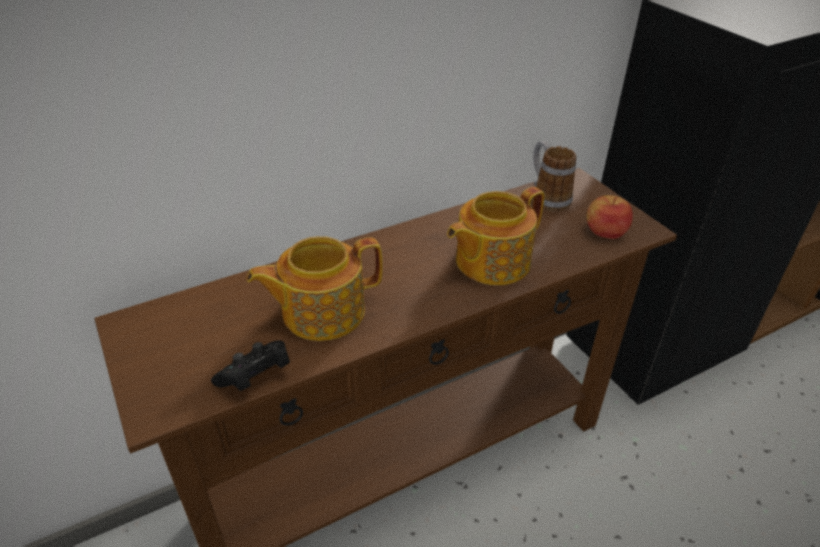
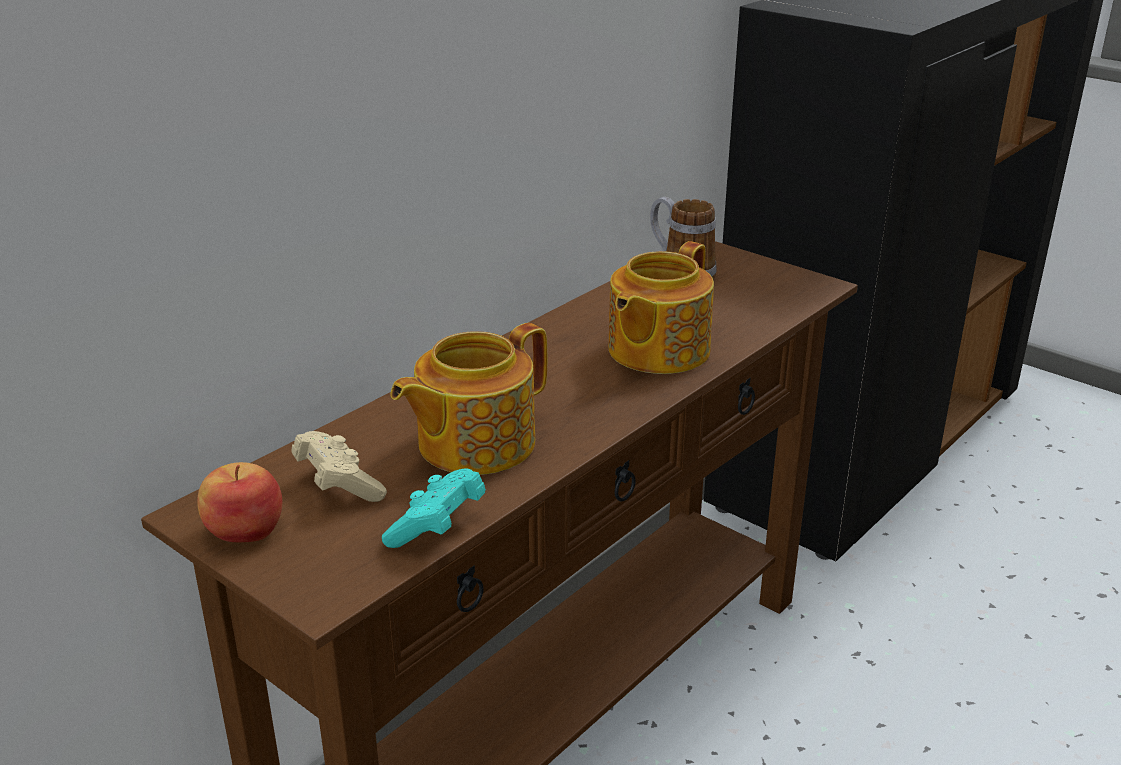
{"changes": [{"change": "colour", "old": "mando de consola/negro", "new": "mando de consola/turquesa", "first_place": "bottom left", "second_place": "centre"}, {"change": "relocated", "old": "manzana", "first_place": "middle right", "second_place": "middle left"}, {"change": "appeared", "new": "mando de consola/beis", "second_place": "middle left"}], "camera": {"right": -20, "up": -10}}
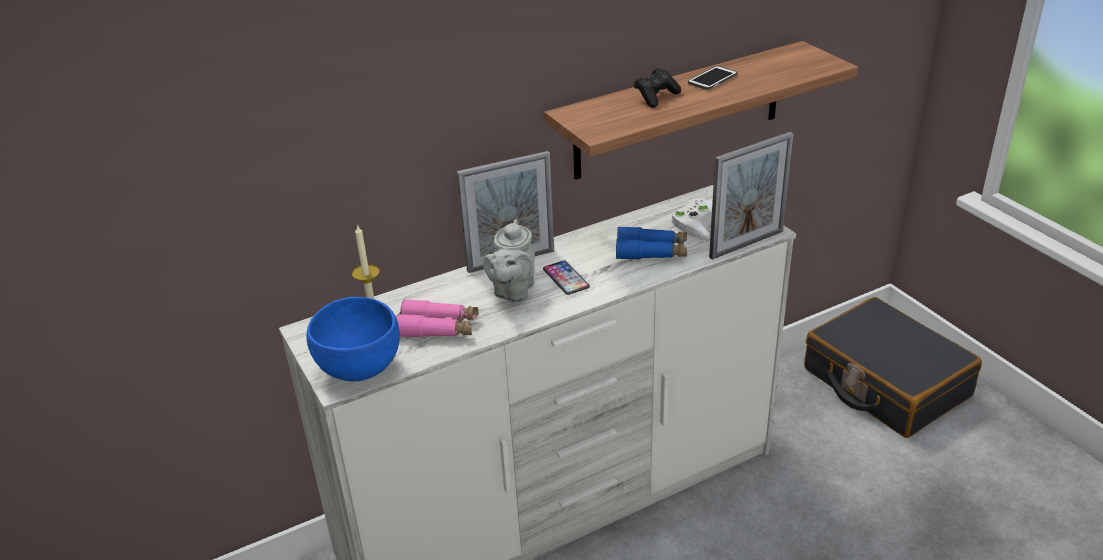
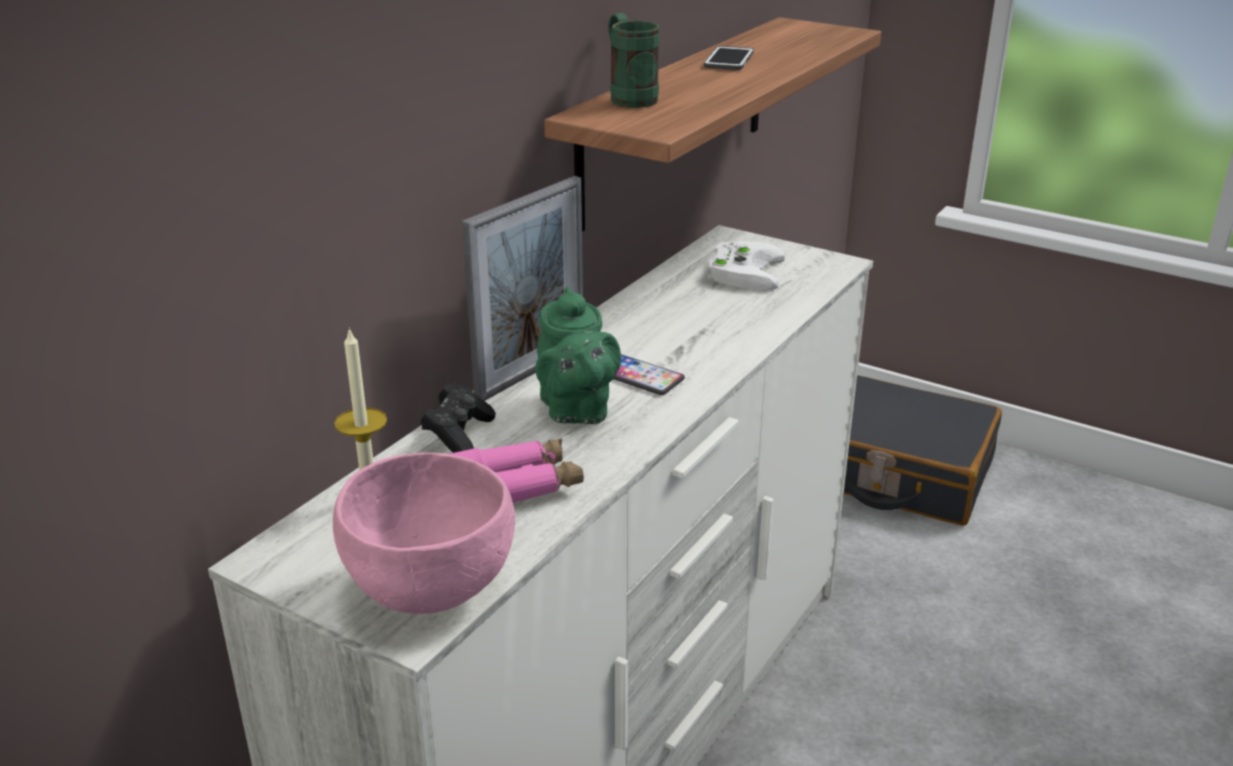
{"changes": [{"change": "colour", "old": "cuenco/azul", "new": "cuenco/rosa", "first_place": "middle left", "second_place": "bottom centre"}, {"change": "colour", "old": "tetera/gris", "new": "tetera/verde", "first_place": "centre", "second_place": "centre"}, {"change": "missing", "old": "prismáticos/azul", "first_place": "centre"}, {"change": "relocated", "old": "mando de consola/negro", "first_place": "top centre", "second_place": "centre"}, {"change": "missing", "old": "portarretratos (no. 2 from left)", "first_place": "middle right"}, {"change": "appeared", "new": "taza grande/verde", "second_place": "top centre"}], "camera": {"right": -30, "up": -5}}
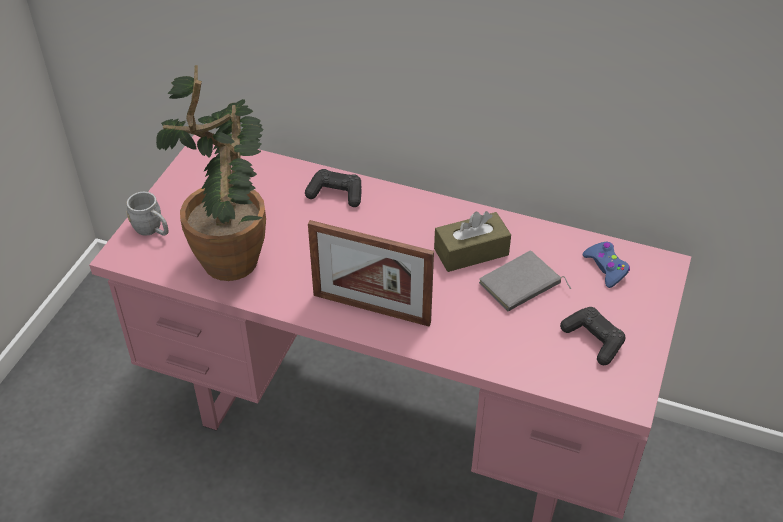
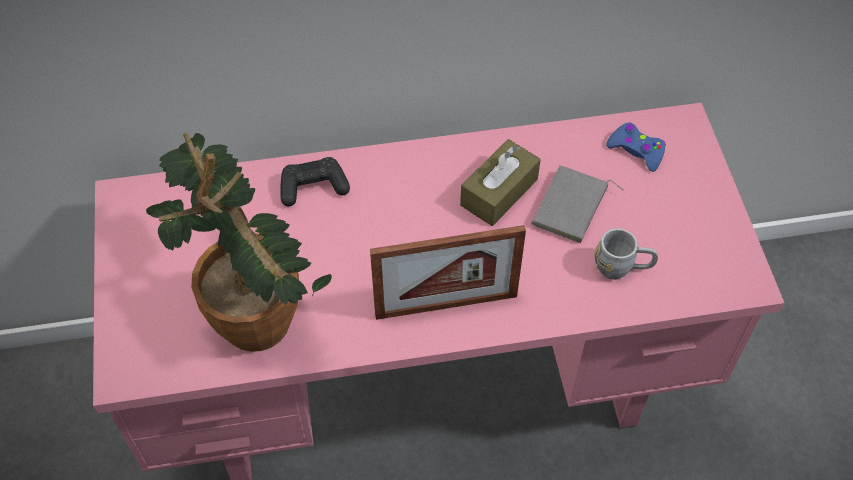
{"changes": [{"change": "relocated", "old": "taza grande/gris", "first_place": "middle left", "second_place": "middle right"}, {"change": "missing", "old": "mando de consola/negro (no. 2 from left)", "first_place": "middle right"}], "camera": {"right": -30, "up": 10}}
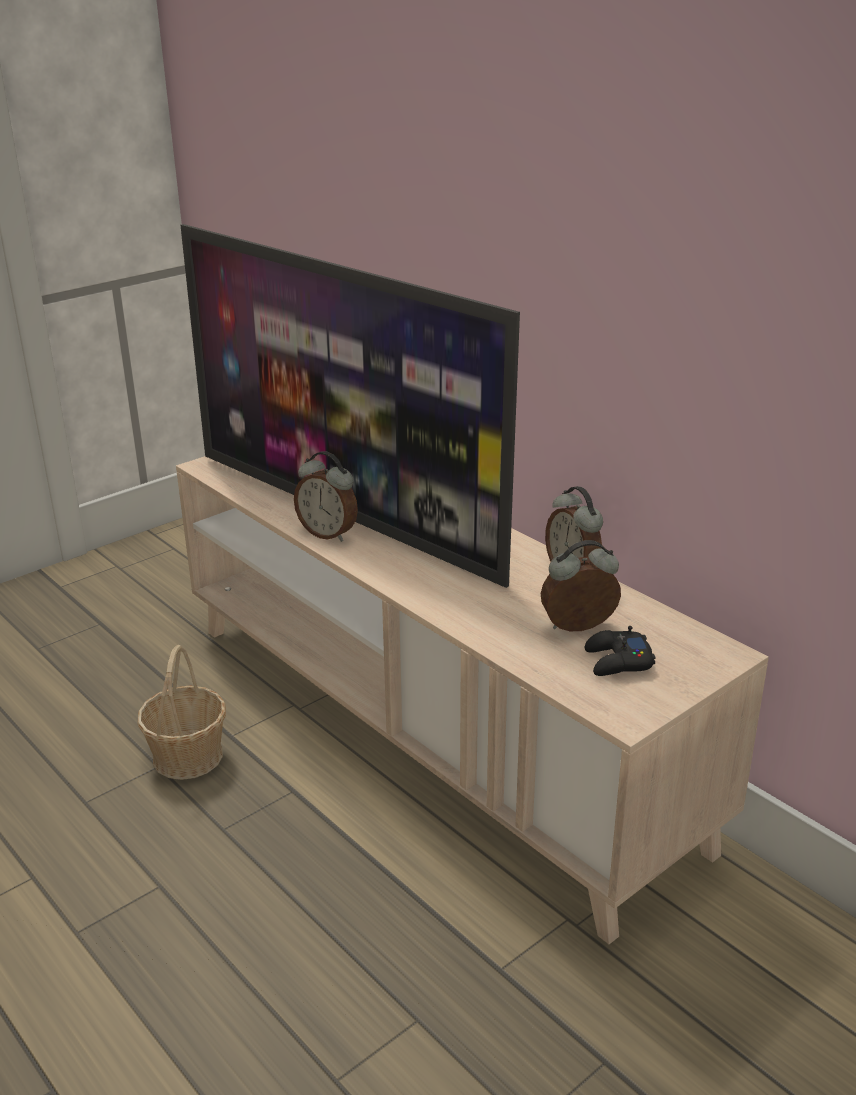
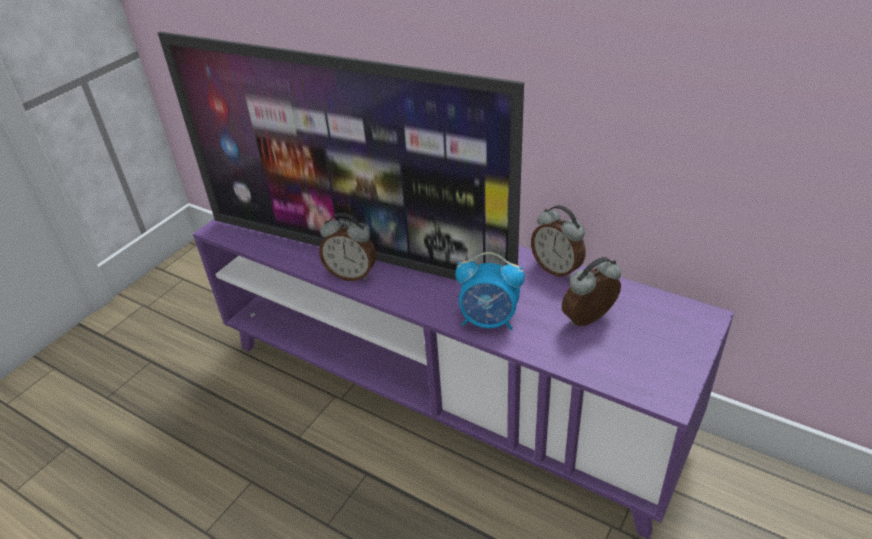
{"changes": [{"change": "missing", "old": "cesta", "first_place": "middle left"}, {"change": "colour", "old": "mueble de televisión/beis", "new": "mueble de televisión/morado", "first_place": "centre", "second_place": "bottom centre"}, {"change": "missing", "old": "mando de consola/negro", "first_place": "middle right"}, {"change": "appeared", "new": "despertador (no. 2 from left)", "second_place": "centre"}], "camera": {"right": -15, "up": 10}}
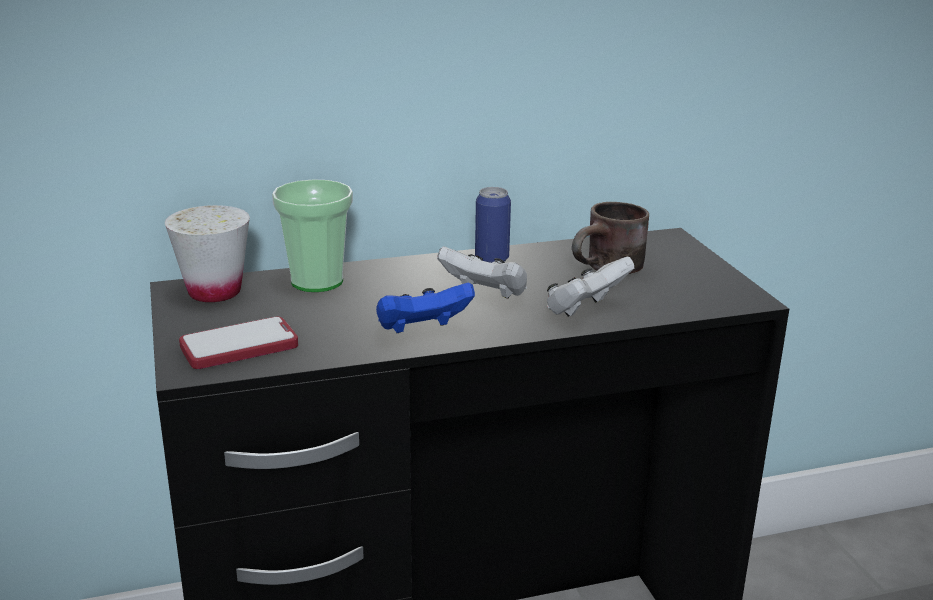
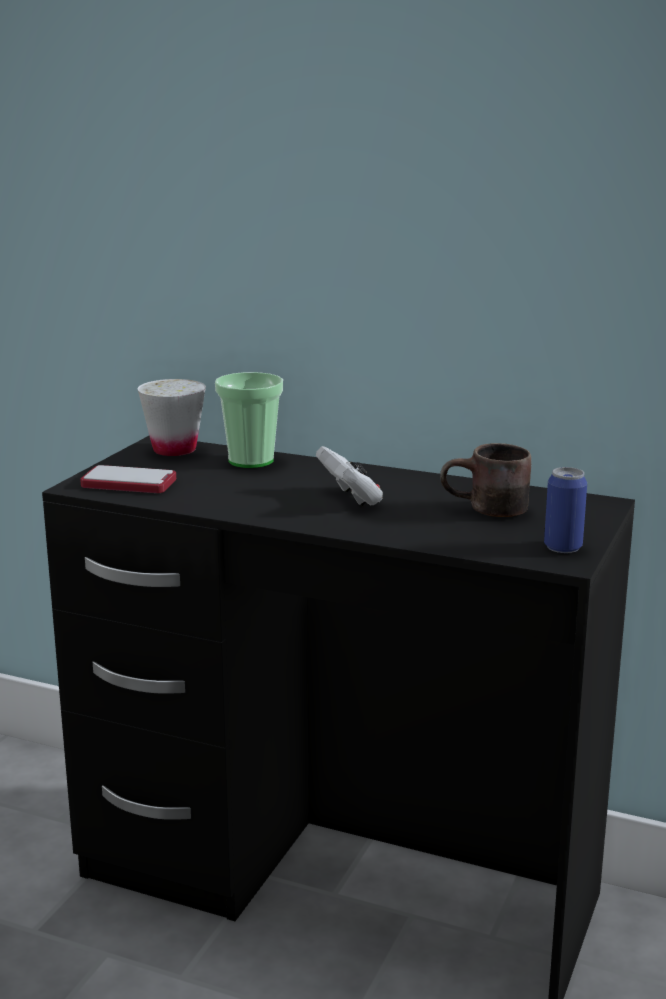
{"changes": [{"change": "missing", "old": "mando de consola/azul", "first_place": "centre"}, {"change": "relocated", "old": "lata", "first_place": "centre", "second_place": "middle right"}, {"change": "missing", "old": "mando de consola/blanco (no. 2 from left)", "first_place": "centre"}], "camera": {"right": 40, "up": -5}}
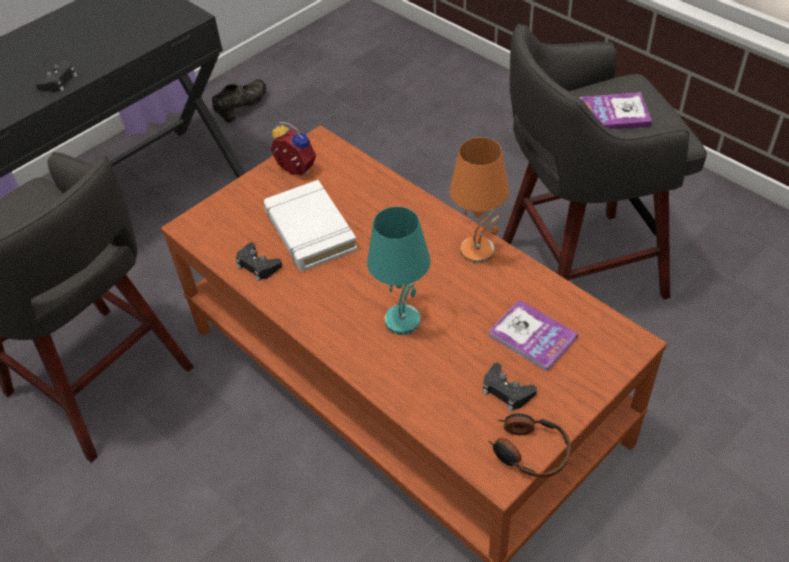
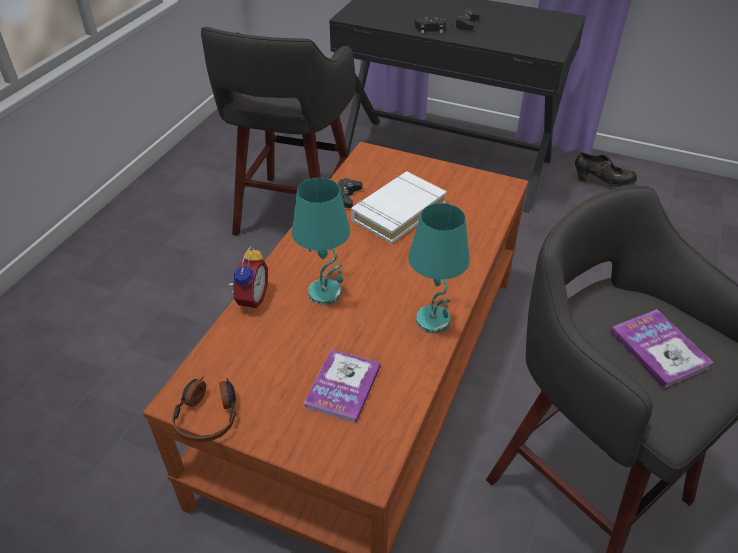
{"changes": [{"change": "relocated", "old": "despertador", "first_place": "top centre", "second_place": "centre"}, {"change": "colour", "old": "lámpara de mesa/naranja", "new": "lámpara de mesa/turquesa (no. 2 from left)", "first_place": "centre", "second_place": "centre"}, {"change": "relocated", "old": "mando de consola/negro (no. 3 from left)", "first_place": "bottom centre", "second_place": "top centre"}], "camera": {"right": 65, "up": -5}}
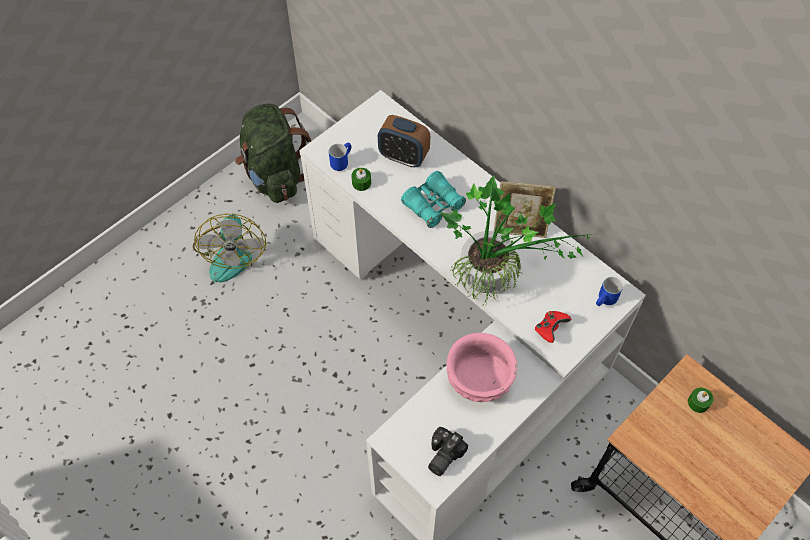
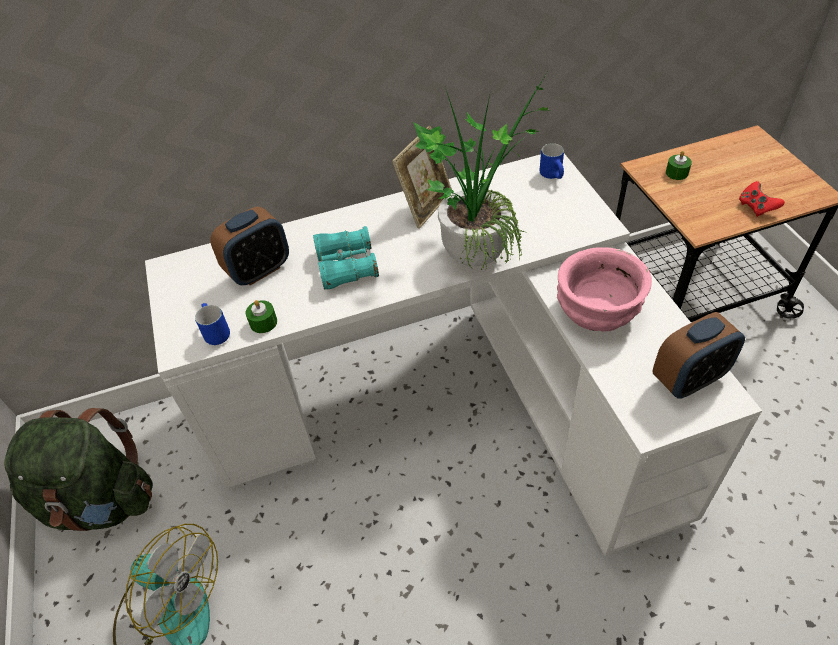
{"changes": [{"change": "exchanged", "old": "cámara", "new": "despertador (no. 2 from left)", "first_place": "bottom centre", "second_place": "middle right"}, {"change": "relocated", "old": "mando de consola/rojo", "first_place": "middle right", "second_place": "top right"}], "camera": {"right": -60, "up": -10}}
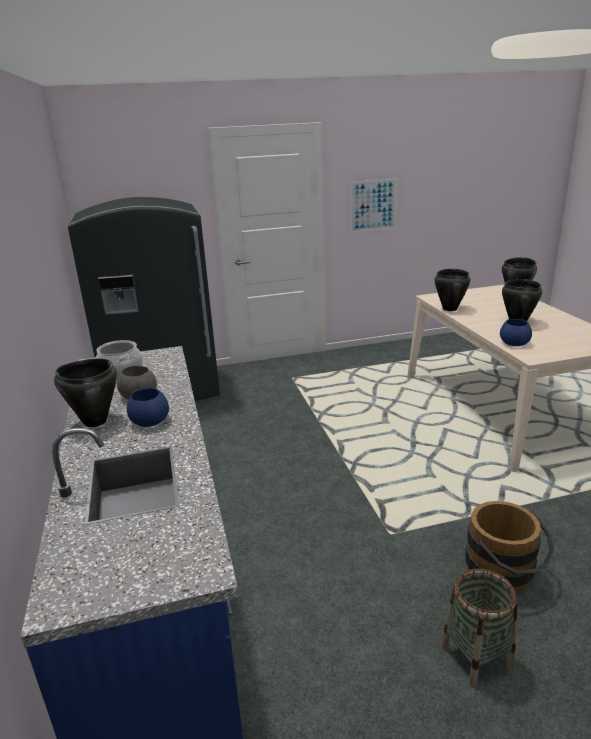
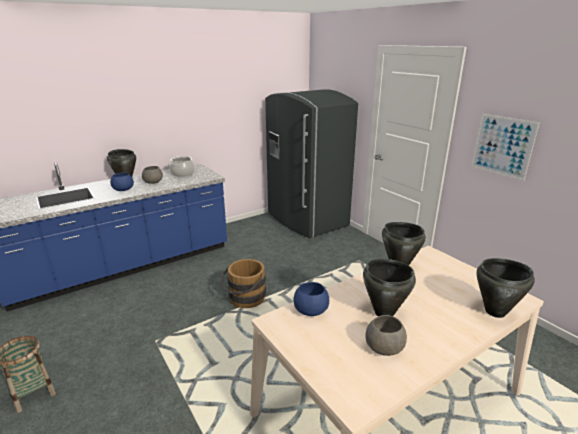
{"changes": [{"change": "relocated", "old": "cubo/marrón", "first_place": "bottom right", "second_place": "centre"}, {"change": "appeared", "new": "cuenco/gris (no. 2 from left)", "second_place": "bottom right"}], "camera": {"right": 70, "up": 0}}
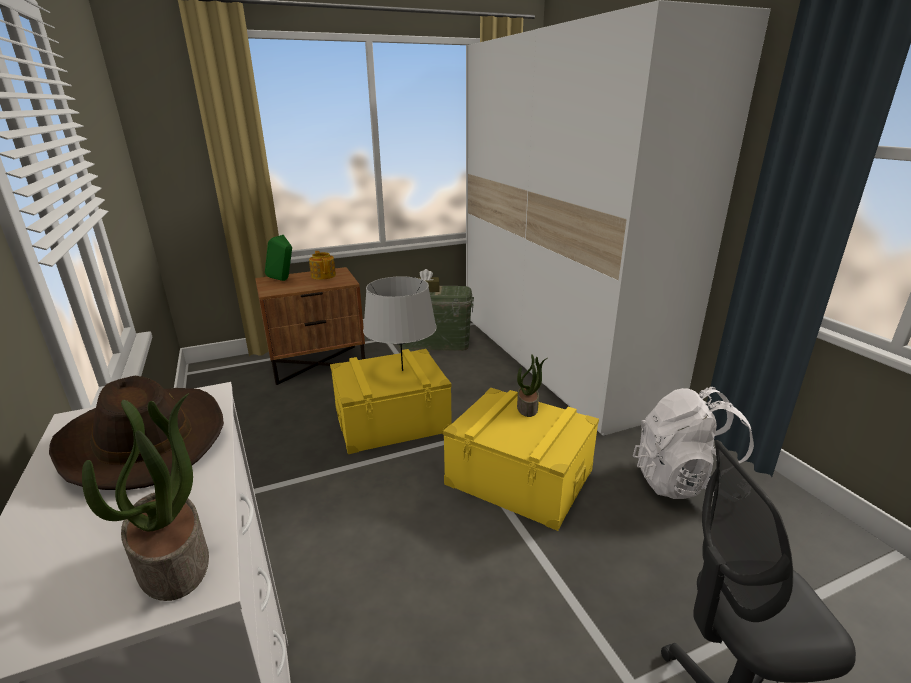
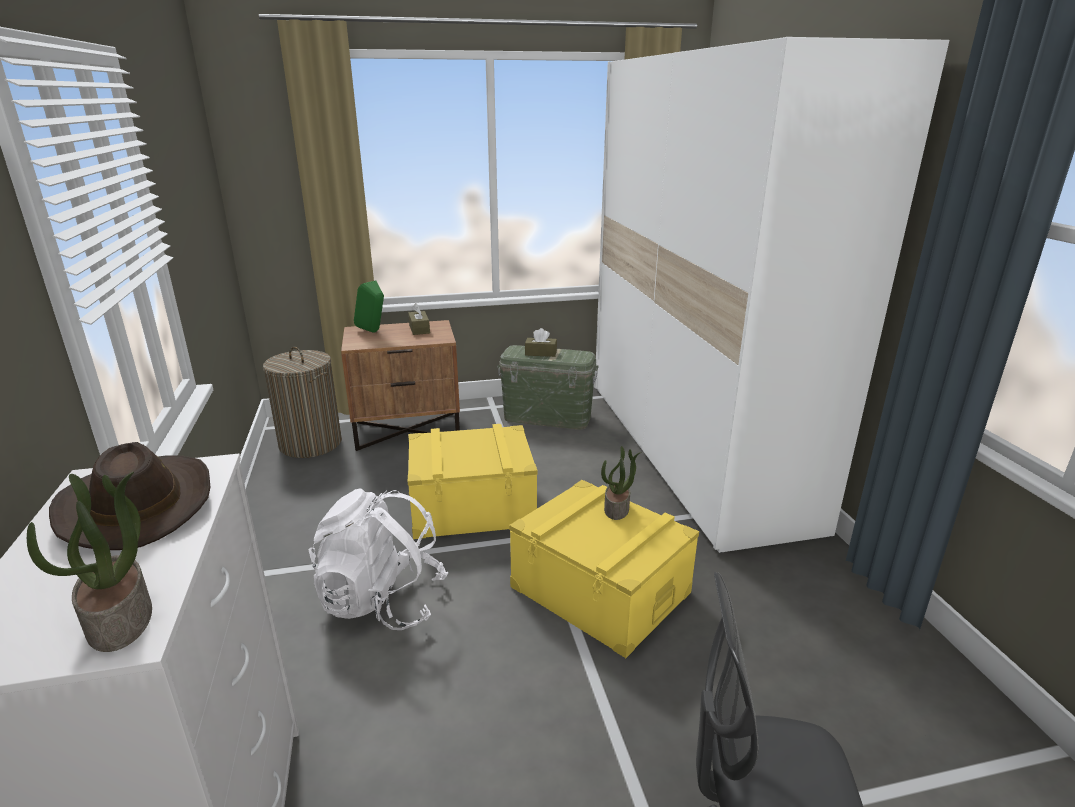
{"changes": [{"change": "exchanged", "old": "tetera", "new": "caja de pañuelos/marrón (no. 1 from left)", "first_place": "centre", "second_place": "centre"}, {"change": "missing", "old": "lámpara de mesa/gris", "first_place": "centre"}, {"change": "relocated", "old": "mochila/blanco", "first_place": "middle right", "second_place": "bottom centre"}, {"change": "appeared", "new": "cesto de la ropa", "second_place": "middle left"}], "camera": {"right": 10, "up": 0}}
